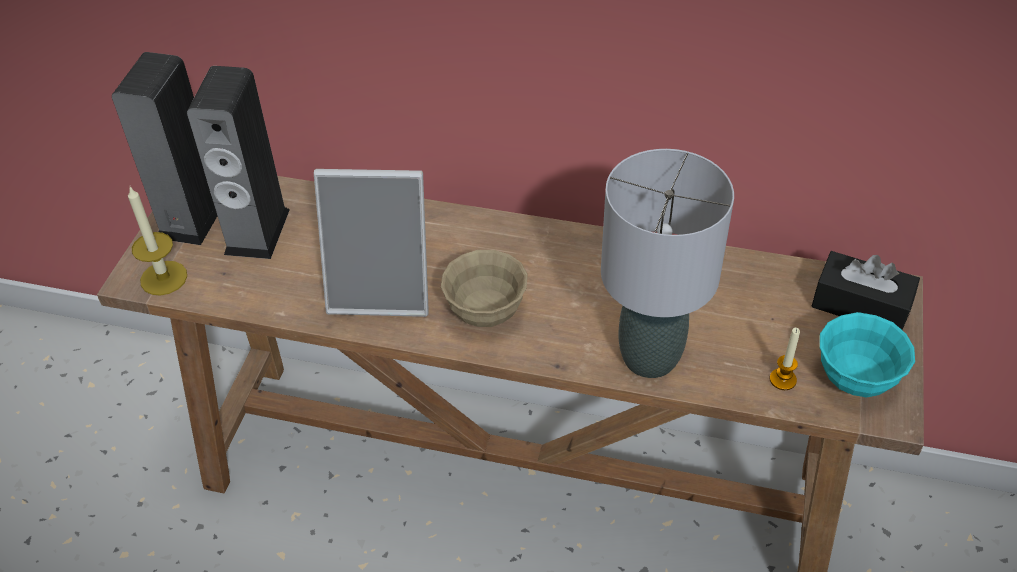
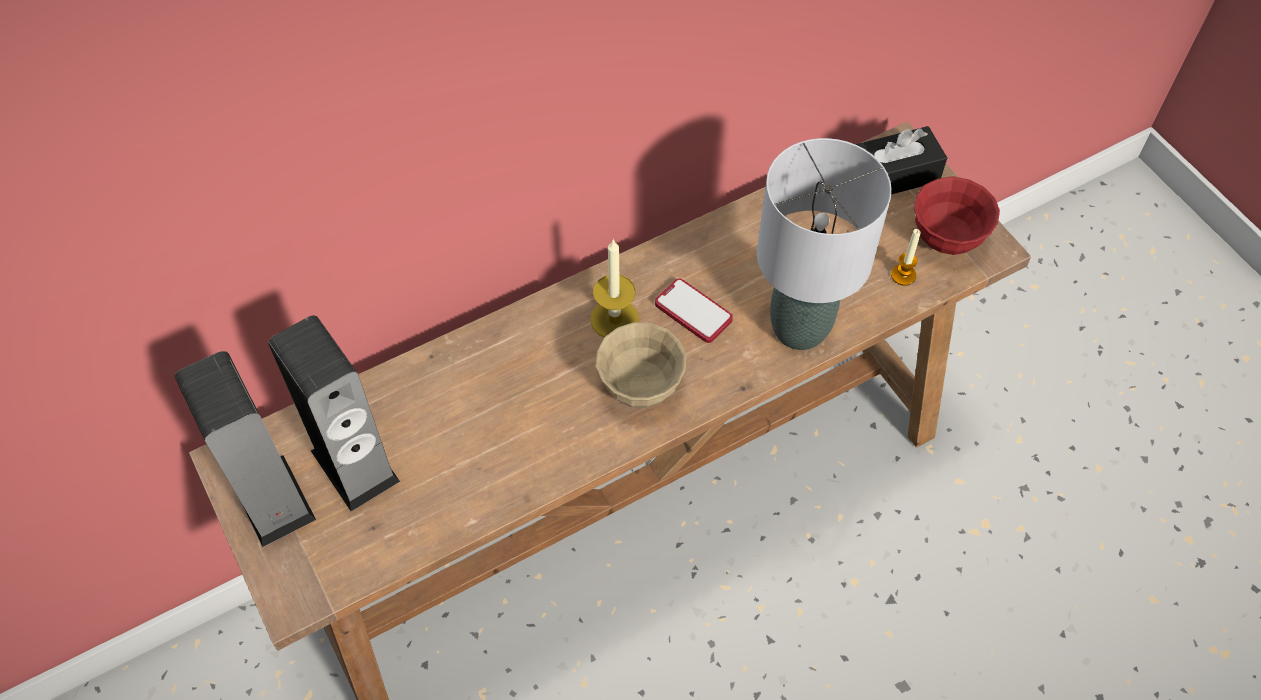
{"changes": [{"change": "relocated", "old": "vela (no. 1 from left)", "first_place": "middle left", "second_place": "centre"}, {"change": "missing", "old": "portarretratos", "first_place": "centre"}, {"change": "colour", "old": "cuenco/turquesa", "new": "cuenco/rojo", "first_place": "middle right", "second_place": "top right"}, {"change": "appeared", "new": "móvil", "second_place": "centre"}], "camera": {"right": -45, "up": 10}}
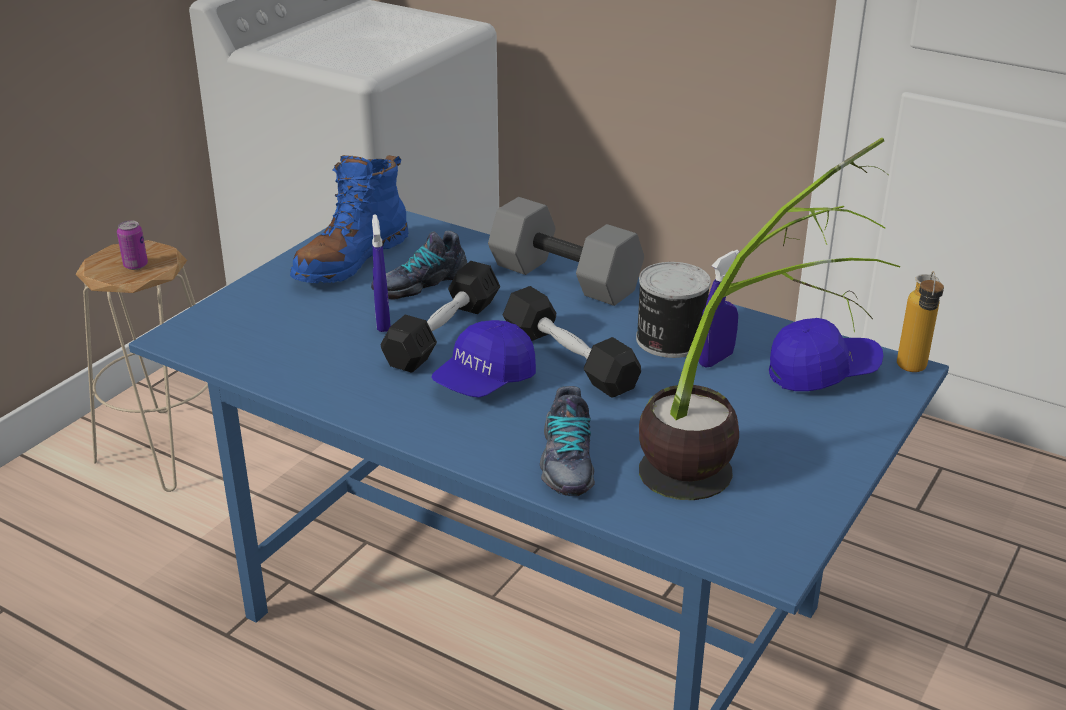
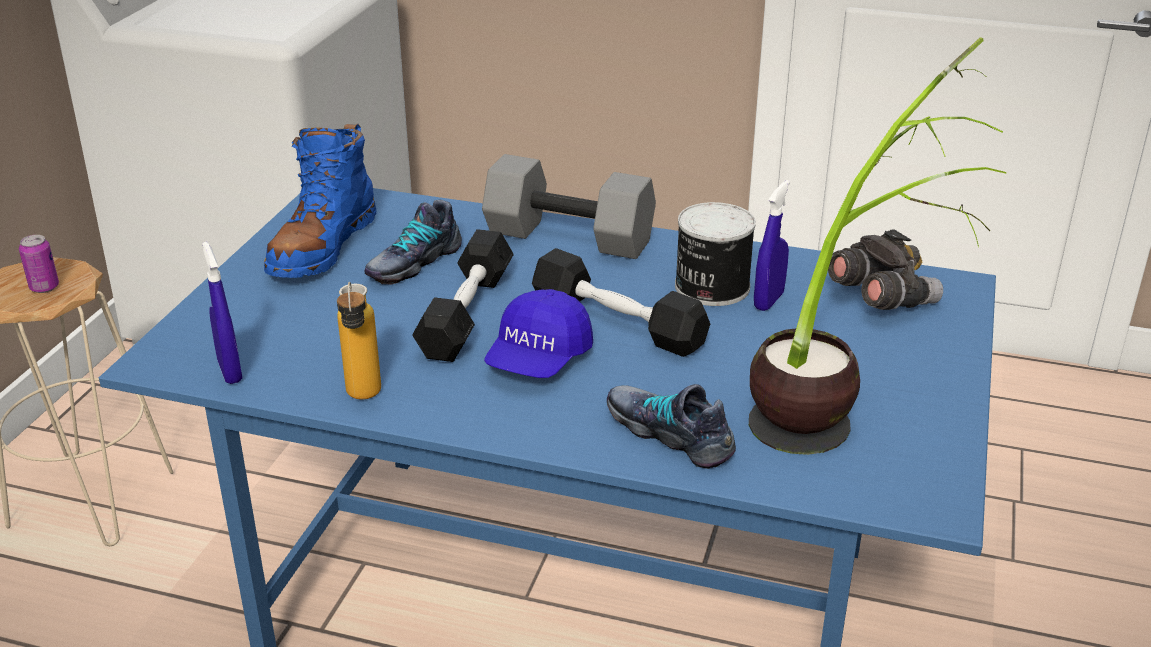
{"changes": [{"change": "relocated", "old": "pulverizador/azul (no. 1 from left)", "first_place": "centre", "second_place": "middle left"}, {"change": "spun", "old": "zapato (no. 2 from left)", "first_place": "centre", "second_place": "centre", "degrees": 150}, {"change": "exchanged", "old": "gorra/azul (no. 2 from left)", "new": "prismáticos/gris", "first_place": "middle right", "second_place": "middle right"}, {"change": "relocated", "old": "botella", "first_place": "middle right", "second_place": "middle left"}], "camera": {"right": -15, "up": 0}}
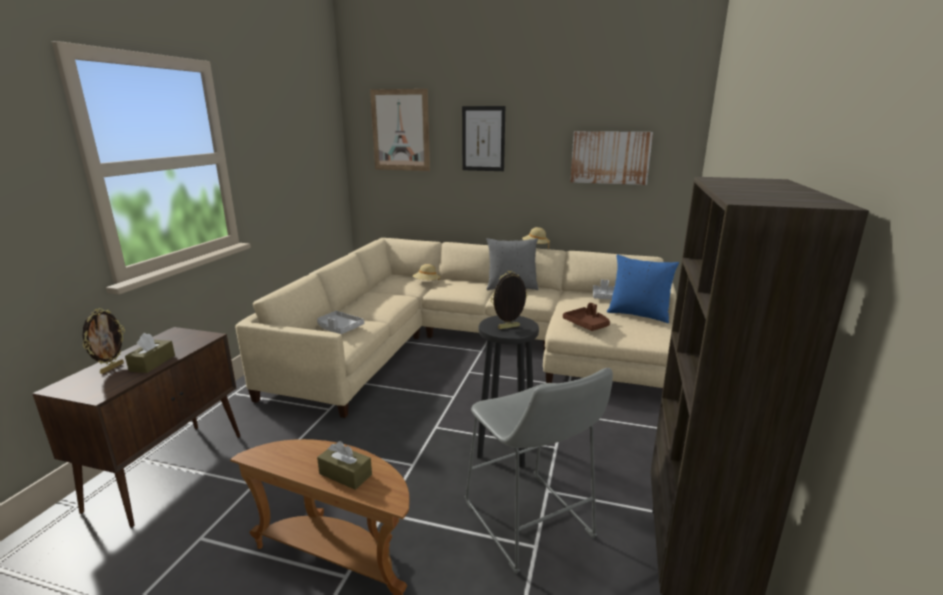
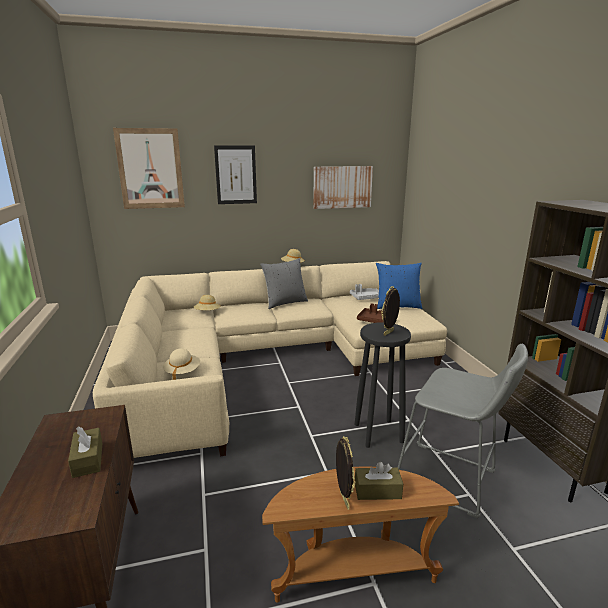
{"changes": [{"change": "relocated", "old": "portarretratos (no. 1 from left)", "first_place": "middle left", "second_place": "bottom centre"}, {"change": "exchanged", "old": "bandeja/gris (no. 1 from left)", "new": "sombrero/beis (no. 1 from left)", "first_place": "centre", "second_place": "middle left"}], "camera": {"right": -30, "up": 0}}
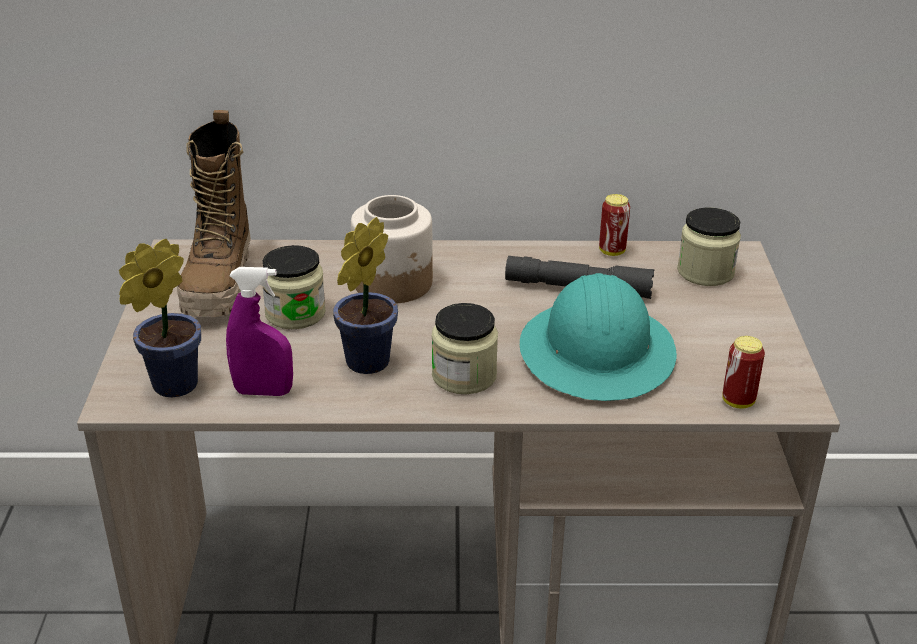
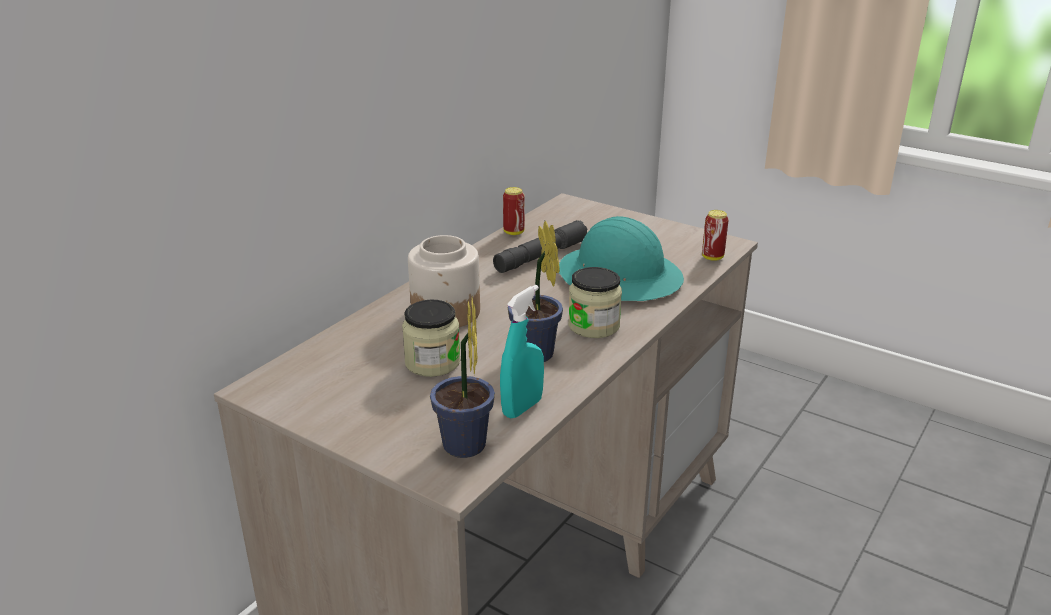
{"changes": [{"change": "missing", "old": "bota", "first_place": "top left"}, {"change": "colour", "old": "pulverizador/morado", "new": "pulverizador/turquesa", "first_place": "middle left", "second_place": "centre"}, {"change": "missing", "old": "tarro (no. 4 from left)", "first_place": "middle right"}], "camera": {"right": -55, "up": -5}}
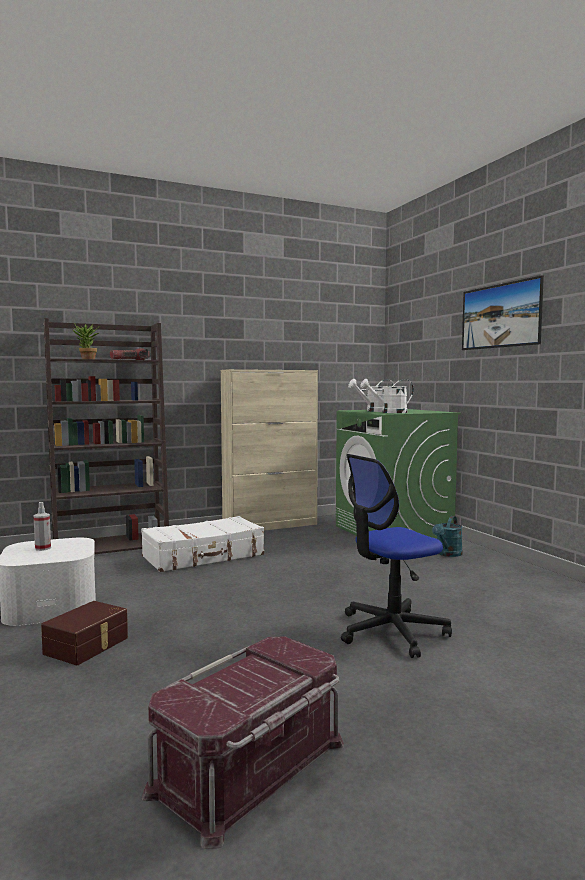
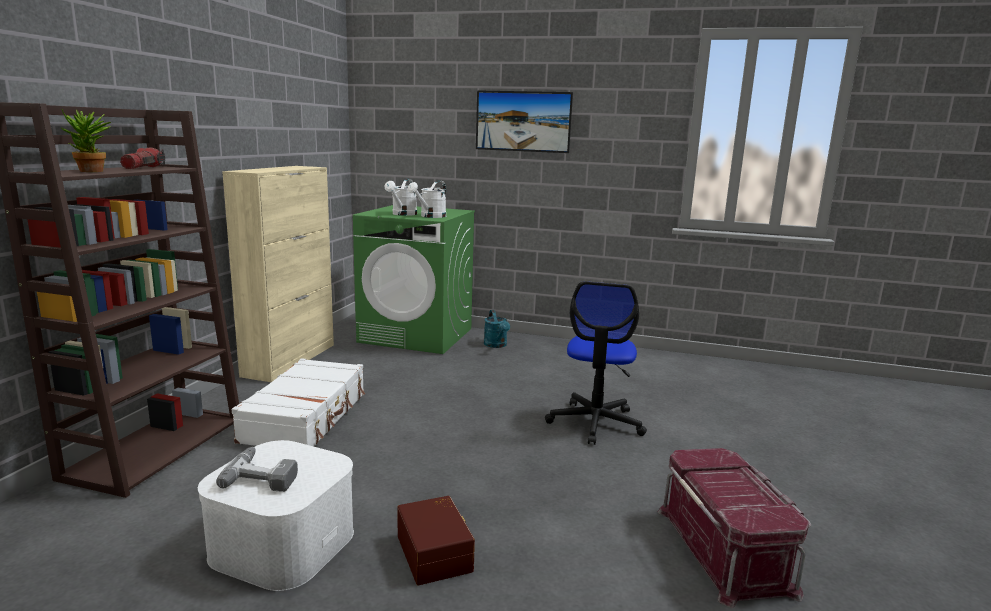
{"changes": [{"change": "exchanged", "old": "pulverizador", "new": "taladro", "first_place": "middle left", "second_place": "bottom left"}], "camera": {"right": -50, "up": 10}}
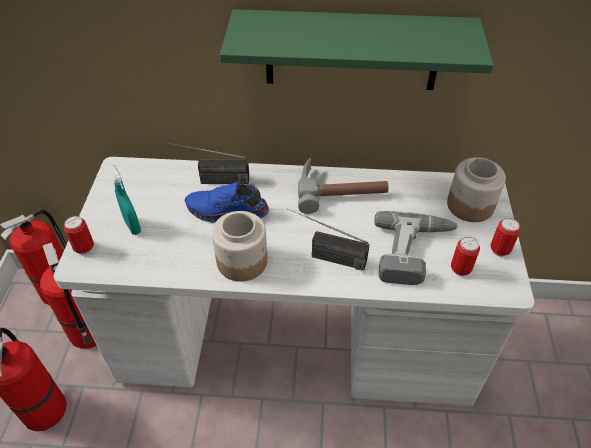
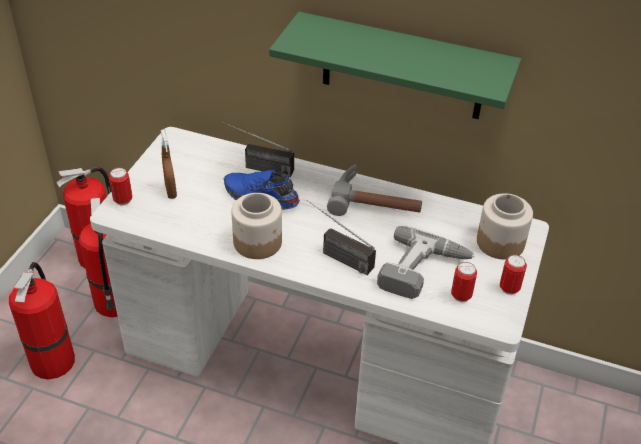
{"changes": [{"change": "colour", "old": "pulverizador/turquesa", "new": "pulverizador/marrón", "first_place": "middle left", "second_place": "middle left"}], "camera": {"right": 15, "up": -5}}
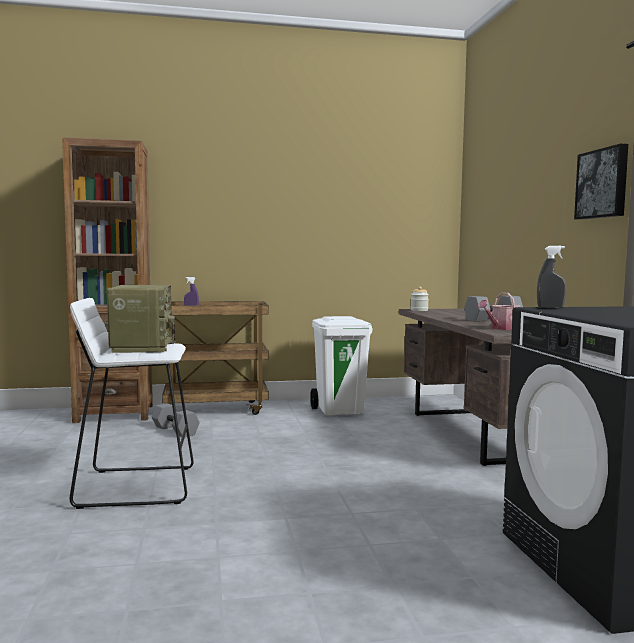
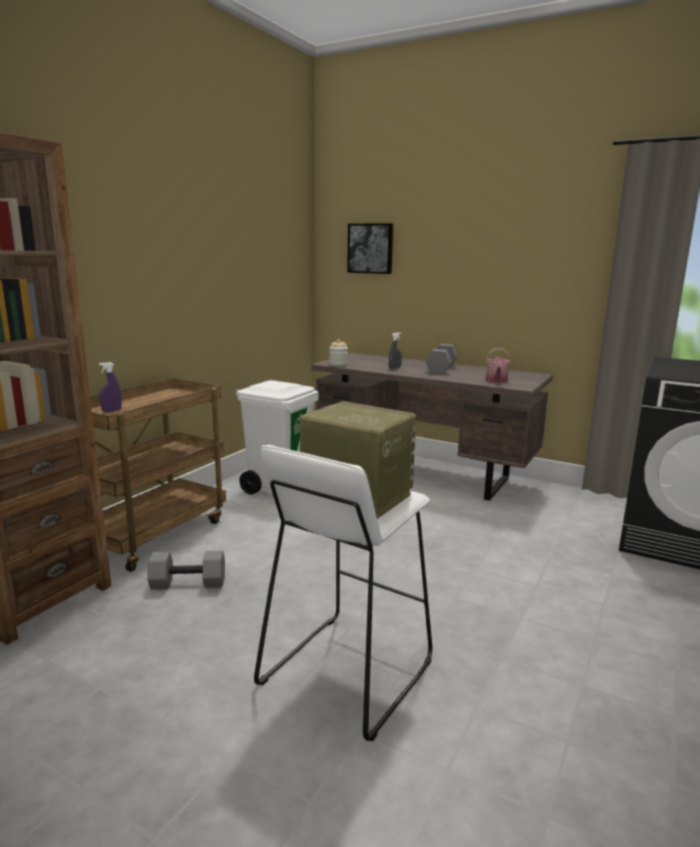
{"changes": [{"change": "relocated", "old": "pulverizador/gris", "first_place": "middle right", "second_place": "centre"}, {"change": "relocated", "old": "cuadro", "first_place": "top right", "second_place": "top centre"}], "camera": {"right": -50, "up": 10}}
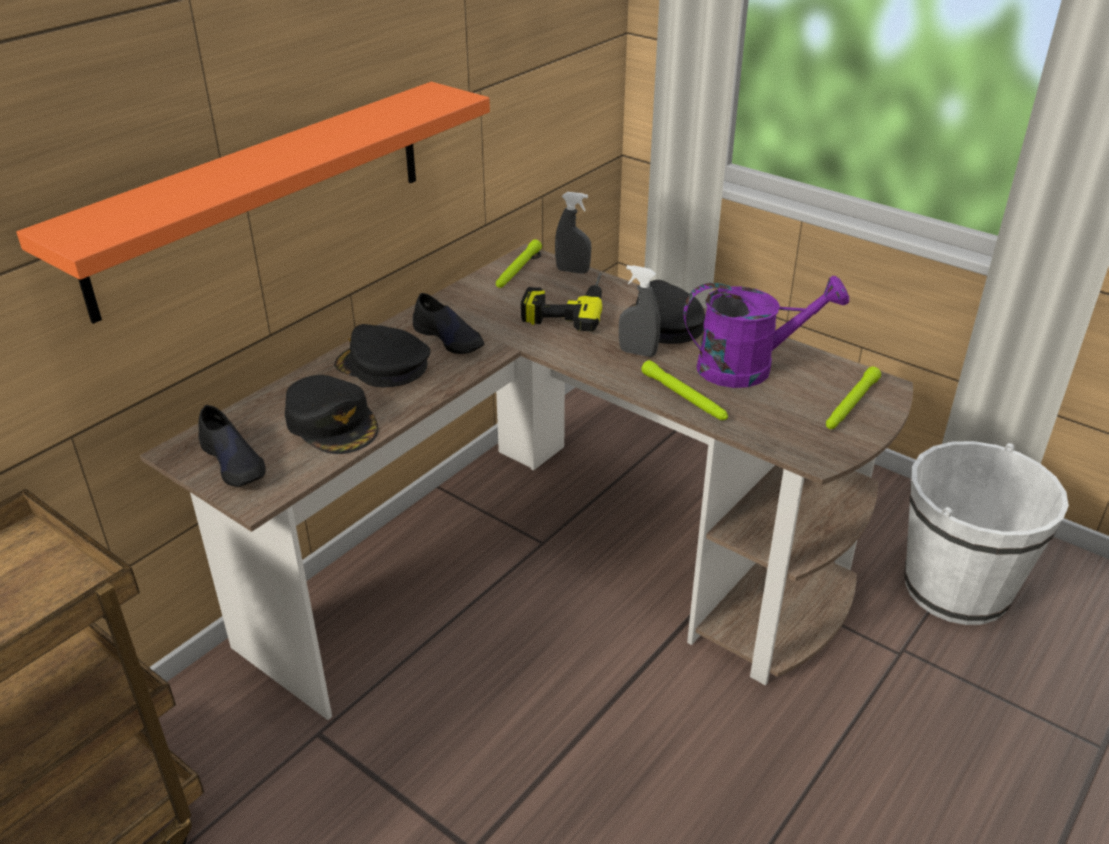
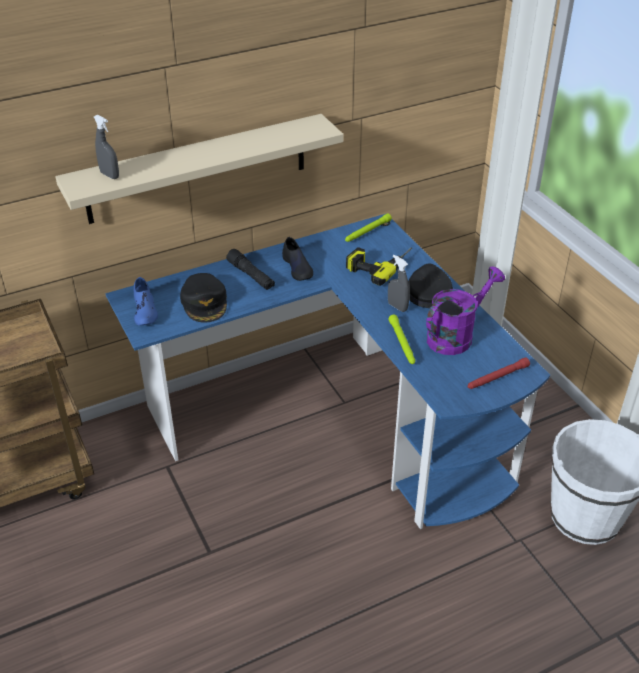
{"changes": [{"change": "colour", "old": "estante/naranja", "new": "estante/beis", "first_place": "top left", "second_place": "top left"}, {"change": "colour", "old": "escritorio/marrón", "new": "escritorio/azul", "first_place": "centre", "second_place": "centre"}, {"change": "colour", "old": "zapato/negro (no. 1 from left)", "new": "zapato/azul", "first_place": "middle left", "second_place": "middle left"}, {"change": "exchanged", "old": "gorra/negro (no. 2 from left)", "new": "linterna/negro", "first_place": "centre", "second_place": "centre"}, {"change": "relocated", "old": "pulverizador/gris (no. 1 from left)", "first_place": "top centre", "second_place": "top left"}, {"change": "spun", "old": "regadera/morado", "first_place": "middle right", "second_place": "middle right", "degrees": -60}, {"change": "colour", "old": "linterna/verde (no. 3 from left)", "new": "linterna/rojo", "first_place": "middle right", "second_place": "middle right"}], "camera": {"right": 25, "up": 5}}
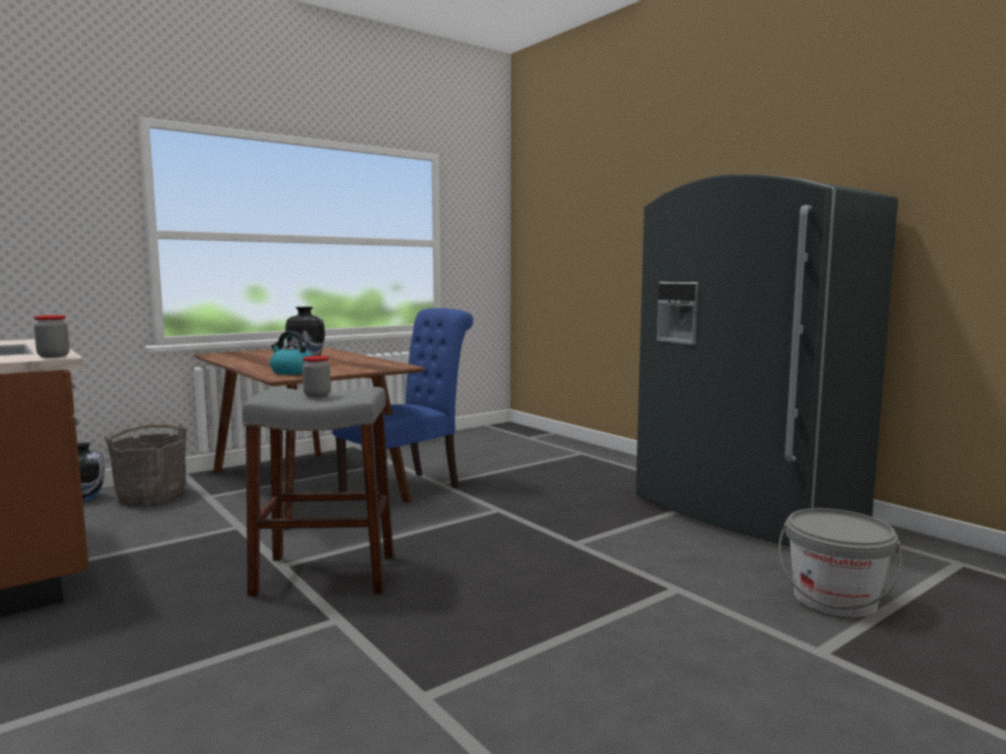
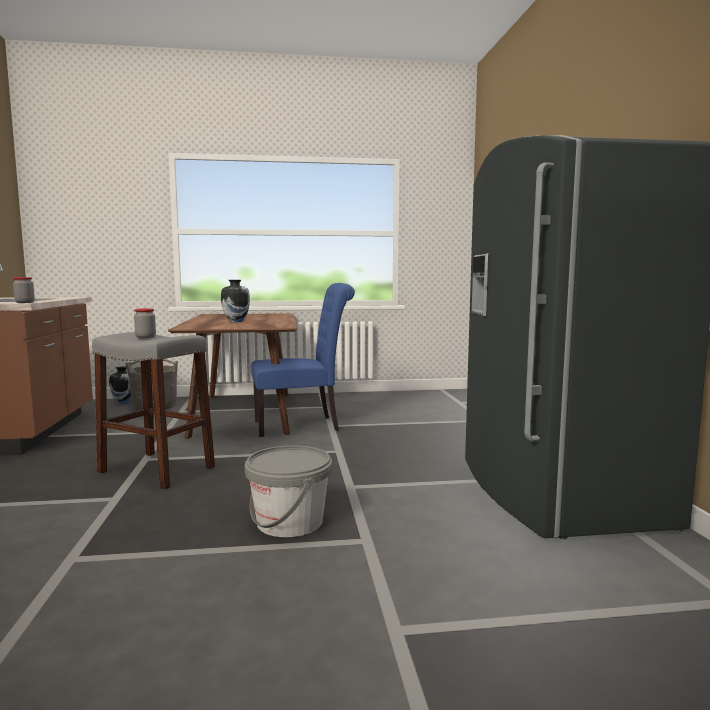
{"changes": [{"change": "missing", "old": "hervidor", "first_place": "middle left"}, {"change": "relocated", "old": "cubo/gris (no. 2 from left)", "first_place": "bottom right", "second_place": "bottom centre"}], "camera": {"right": 30, "up": 0}}
